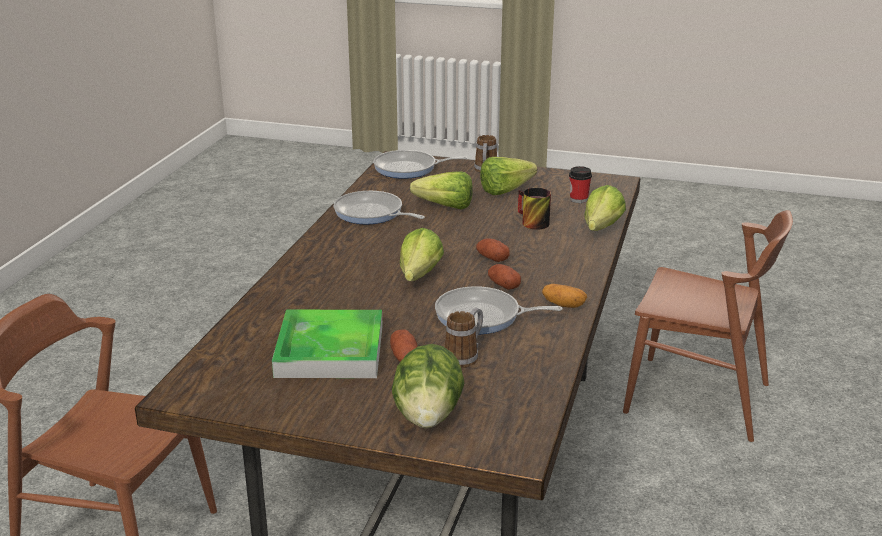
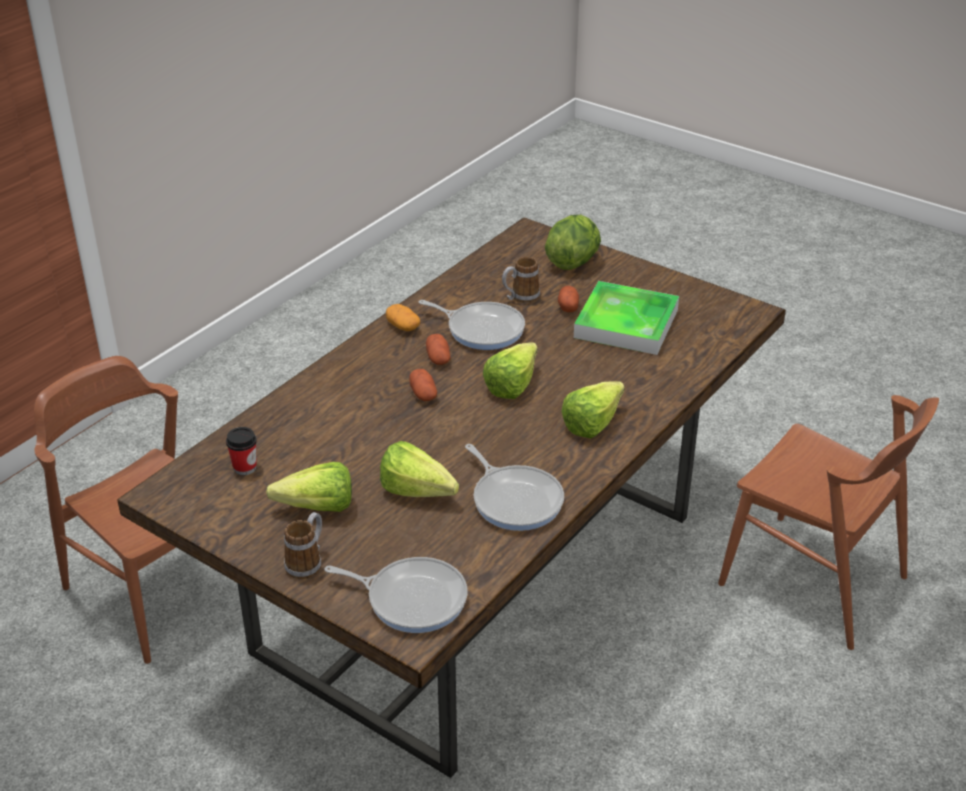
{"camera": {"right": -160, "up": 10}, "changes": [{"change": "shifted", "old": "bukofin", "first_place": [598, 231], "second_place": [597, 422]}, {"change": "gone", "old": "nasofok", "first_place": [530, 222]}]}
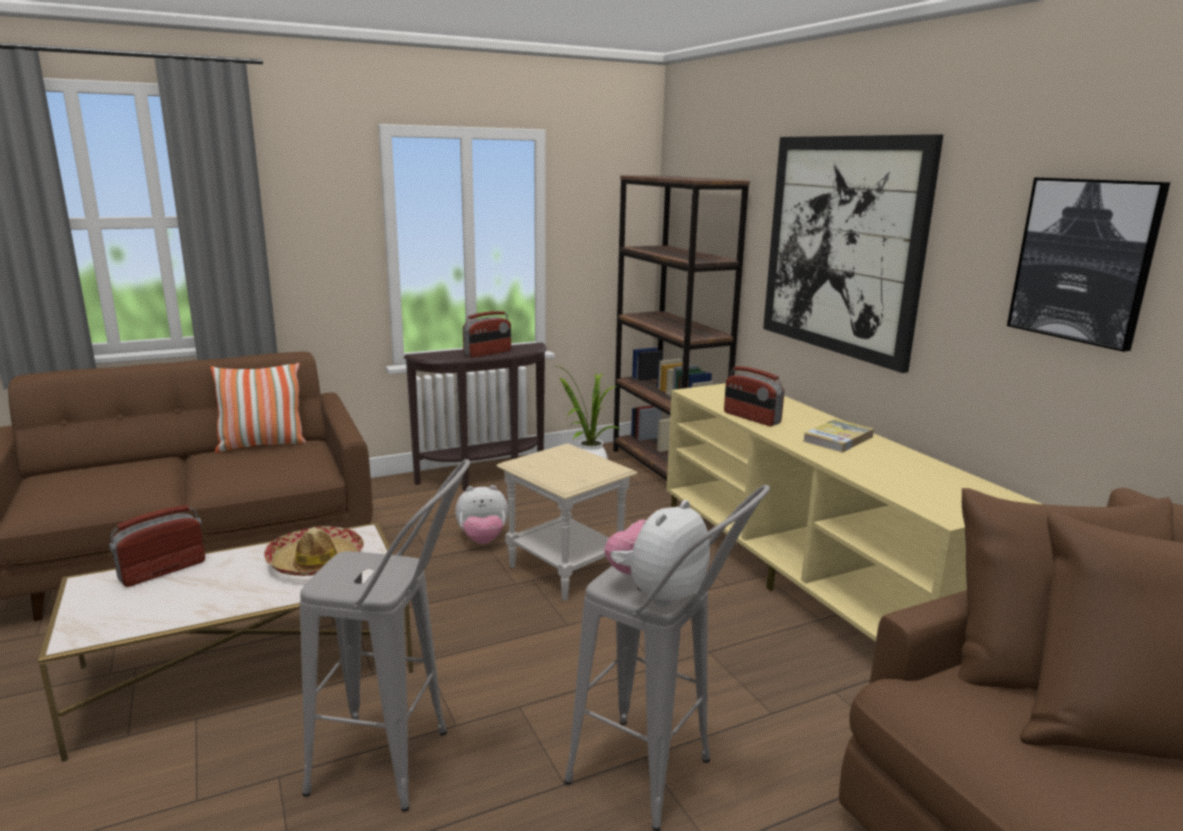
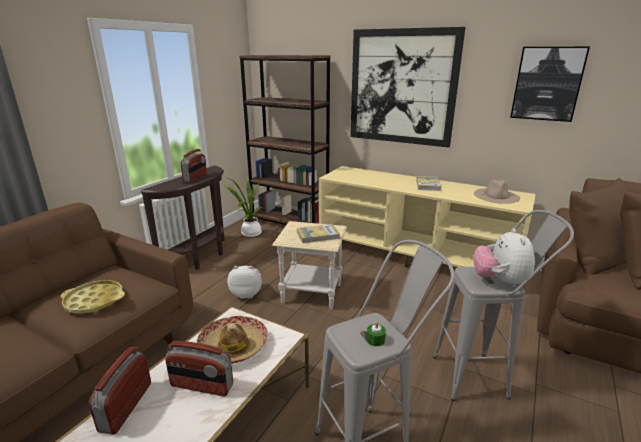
{"camera": {"right": -35, "up": 5}, "changes": [{"change": "new", "new": "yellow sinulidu", "second_place": [94, 301]}, {"change": "shifted", "old": "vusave", "first_place": [751, 418], "second_place": [201, 386]}, {"change": "rotated", "old": "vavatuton", "first_place": [482, 540], "second_place": [246, 294], "degrees": -135}, {"change": "new", "new": "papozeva", "second_place": [318, 235]}, {"change": "new", "new": "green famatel", "second_place": [375, 340]}, {"change": "new", "new": "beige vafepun", "second_place": [496, 196]}, {"change": "gone", "old": "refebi", "first_place": [262, 445]}]}
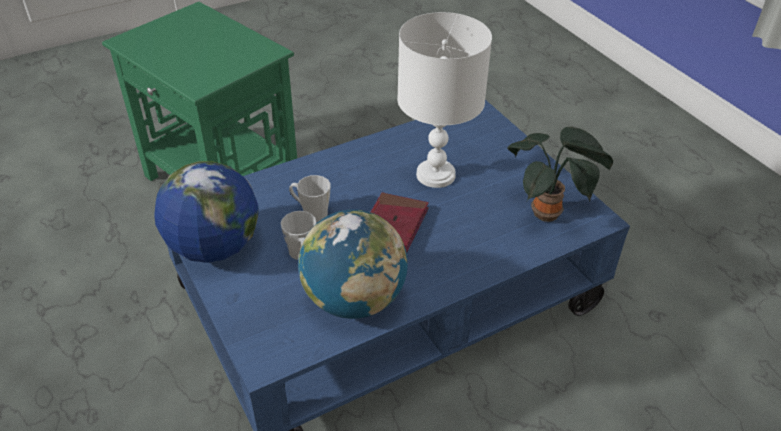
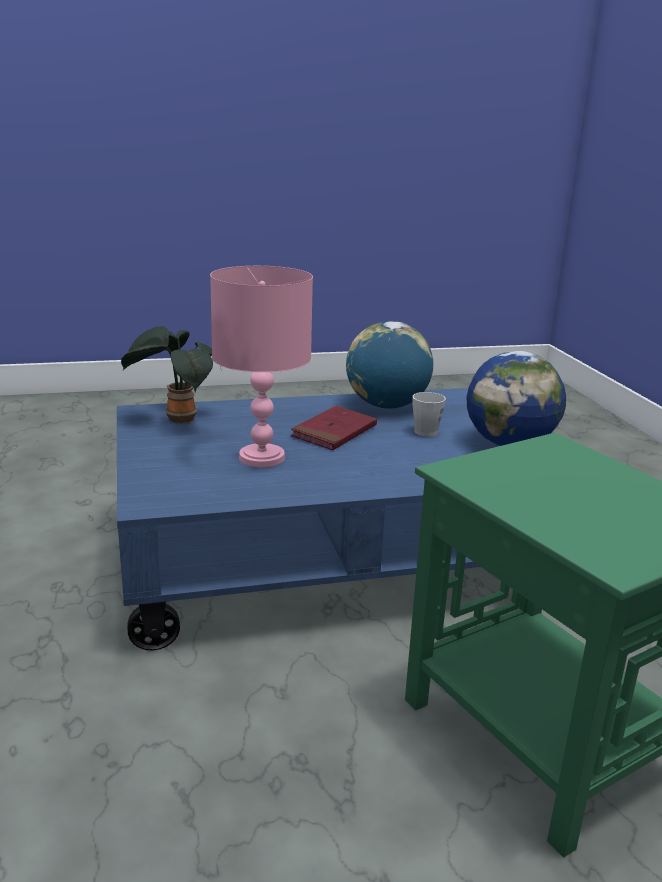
{"camera": {"right": -165, "up": -20}, "changes": [{"change": "repainted", "old": "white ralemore", "new": "pink ralemore", "first_place": [435, 174], "second_place": [261, 458]}, {"change": "gone", "old": "grey nasofok", "first_place": [311, 212]}]}
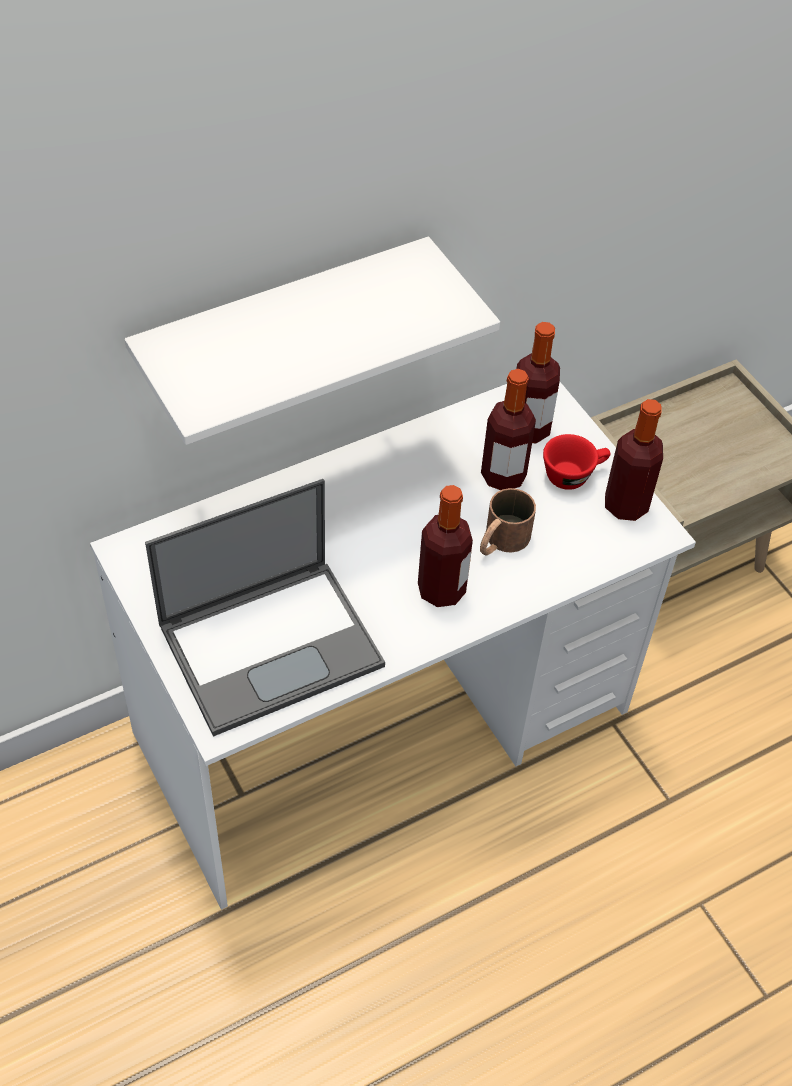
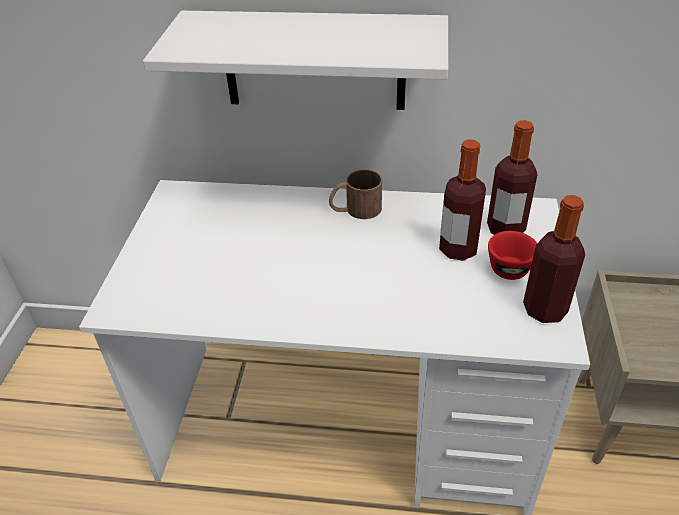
{"camera": {"right": 40, "up": -10}, "changes": [{"change": "shifted", "old": "brown nasofok", "first_place": [501, 541], "second_place": [355, 209]}, {"change": "gone", "old": "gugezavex", "first_place": [273, 643]}, {"change": "gone", "old": "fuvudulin", "first_place": [441, 590]}]}
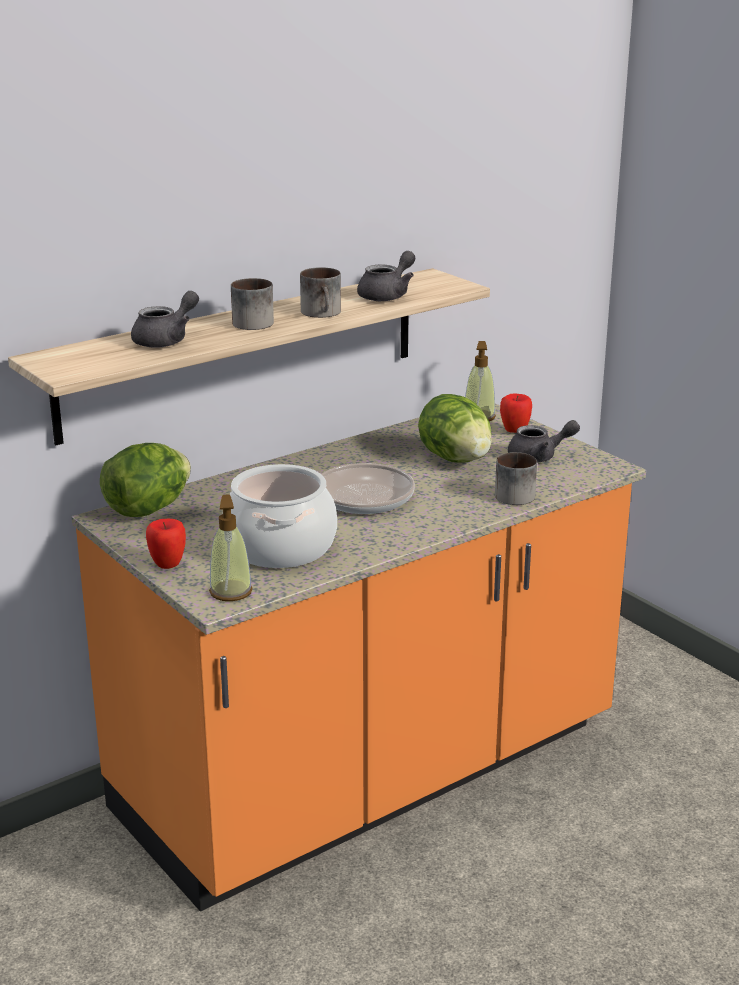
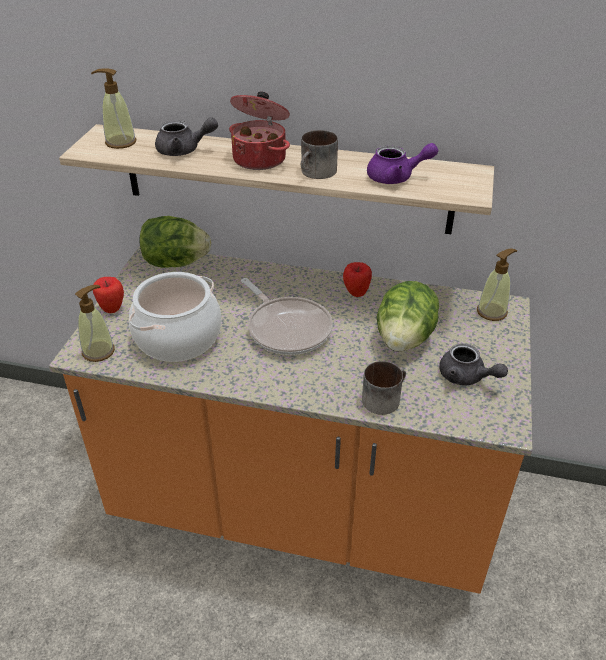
{"camera": {"right": 50, "up": 15}, "changes": [{"change": "new", "new": "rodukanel", "second_place": [120, 142]}, {"change": "swapped", "old": "nasofok", "new": "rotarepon", "first_place": [252, 321], "second_place": [260, 159]}, {"change": "shifted", "old": "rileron", "first_place": [514, 431], "second_place": [356, 293]}, {"change": "repainted", "old": "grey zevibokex", "new": "purple zevibokex", "first_place": [388, 295], "second_place": [396, 177]}]}
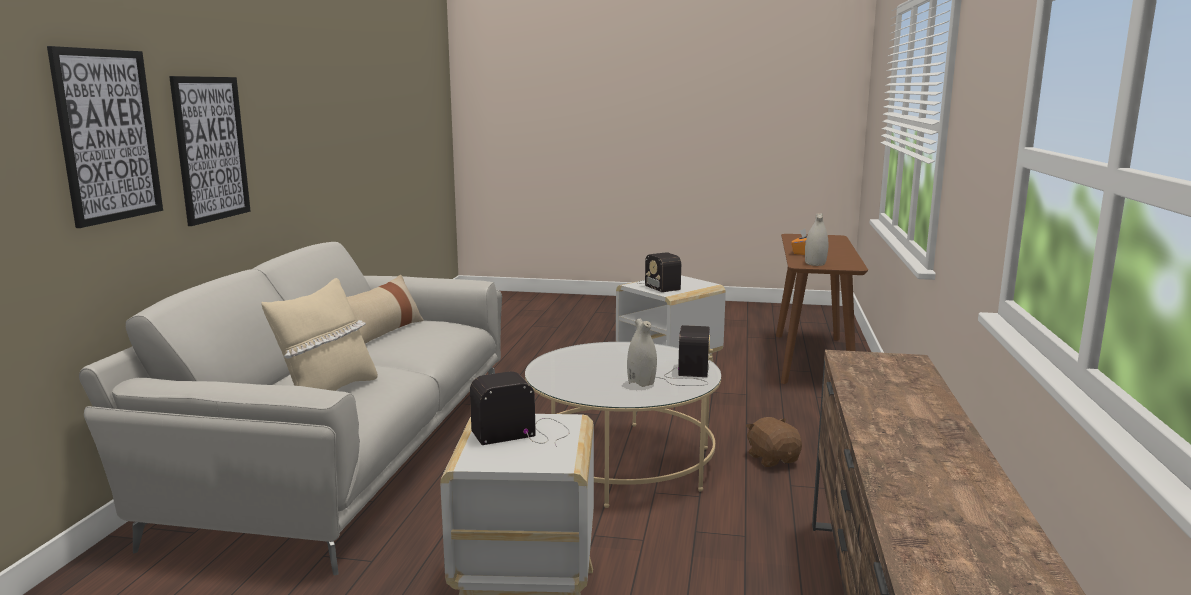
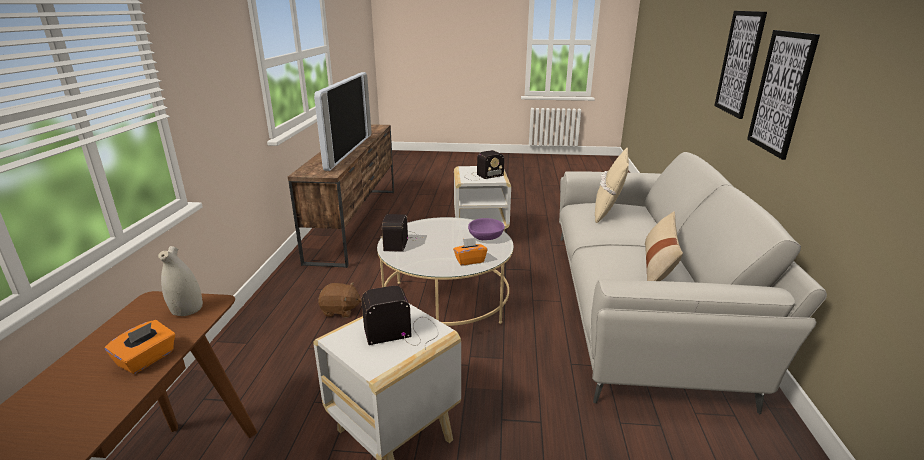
{"camera": {"right": 175, "up": 10}, "changes": [{"change": "new", "new": "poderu", "second_place": [346, 151]}, {"change": "rotated", "old": "brown vavatuton", "first_place": [773, 459], "second_place": [340, 310], "degrees": -60}, {"change": "rotated", "old": "vusave", "first_place": [658, 285], "second_place": [404, 332], "degrees": -75}, {"change": "new", "new": "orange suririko", "second_place": [470, 260]}, {"change": "new", "new": "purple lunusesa", "second_place": [485, 238]}, {"change": "gone", "old": "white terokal", "first_place": [641, 383]}]}
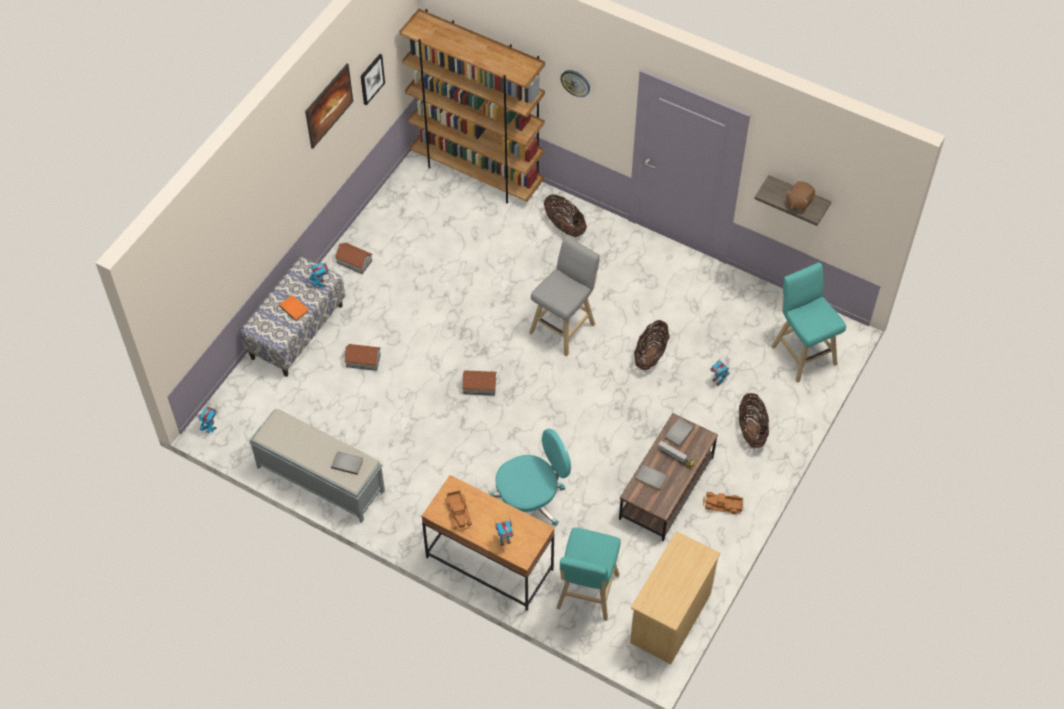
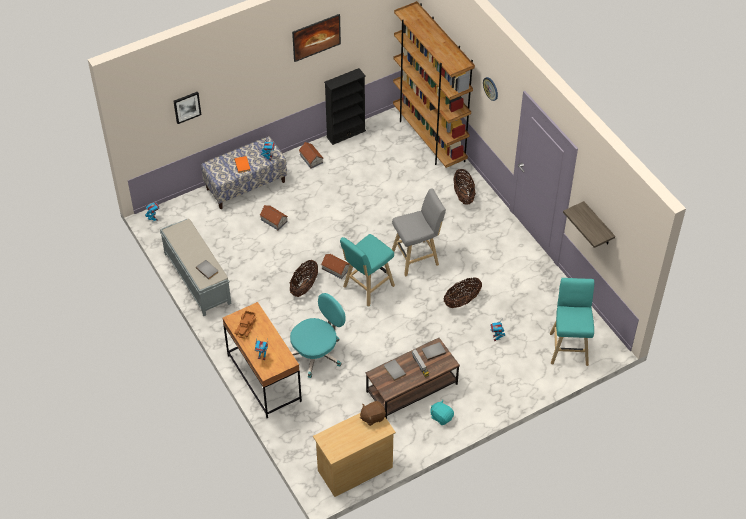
{"camera": {"right": 30, "up": -5}, "changes": [{"change": "shifted", "old": "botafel", "first_place": [371, 79], "second_place": [187, 107]}, {"change": "shifted", "old": "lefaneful", "first_place": [751, 430], "second_place": [304, 287]}, {"change": "rotated", "old": "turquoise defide", "first_place": [530, 501], "second_place": [317, 354], "degrees": -45}, {"change": "new", "new": "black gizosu", "second_place": [346, 134]}, {"change": "shifted", "old": "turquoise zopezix", "first_place": [586, 594], "second_place": [367, 287]}, {"change": "shifted", "old": "brown vavatuton", "first_place": [798, 203], "second_place": [372, 417]}, {"change": "swapped", "old": "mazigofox", "new": "turquoise vavatuton", "first_place": [722, 505], "second_place": [441, 417]}]}
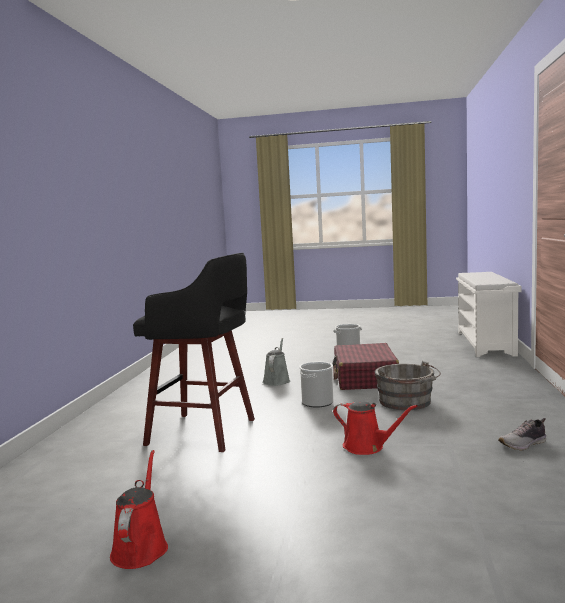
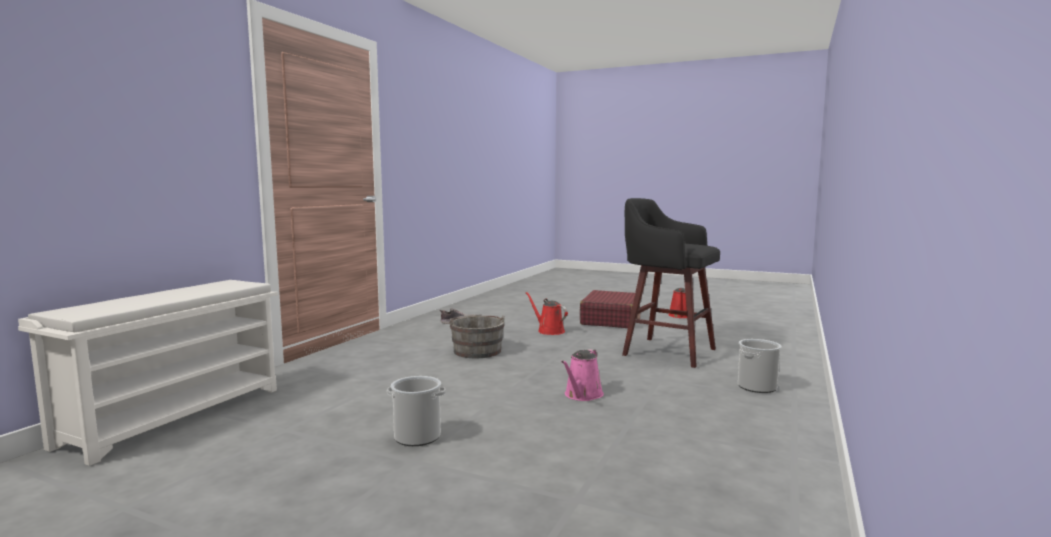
{"camera": {"right": -165, "up": 0}, "changes": [{"change": "repainted", "old": "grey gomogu", "new": "pink gomogu", "first_place": [277, 380], "second_place": [582, 395]}, {"change": "shifted", "old": "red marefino", "first_place": [365, 378], "second_place": [611, 320]}, {"change": "shifted", "old": "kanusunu", "first_place": [317, 402], "second_place": [757, 387]}]}
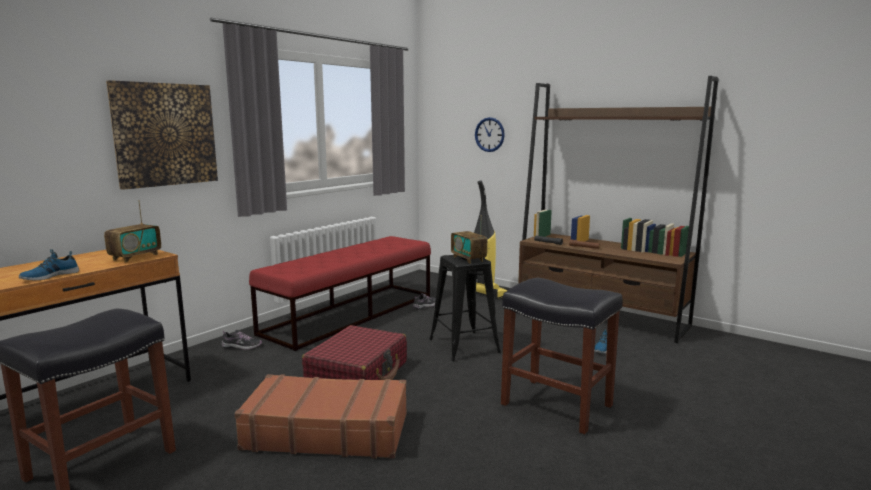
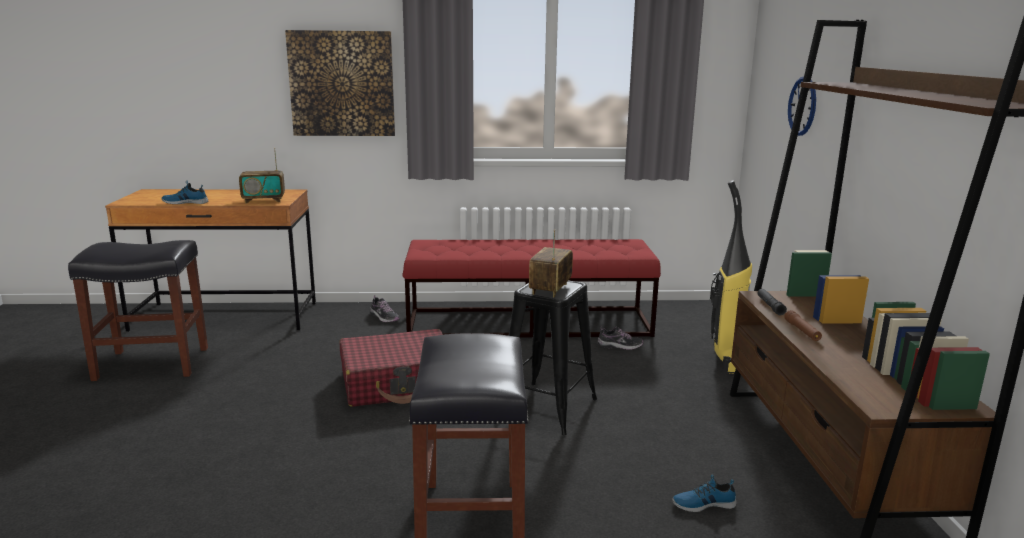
{"camera": {"right": 50, "up": 5}, "changes": [{"change": "gone", "old": "brown marefino", "first_place": [327, 431]}]}
